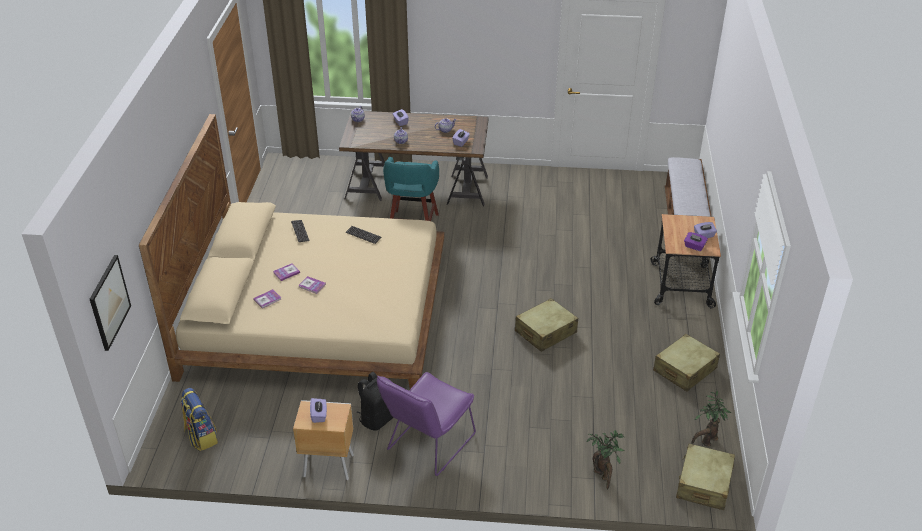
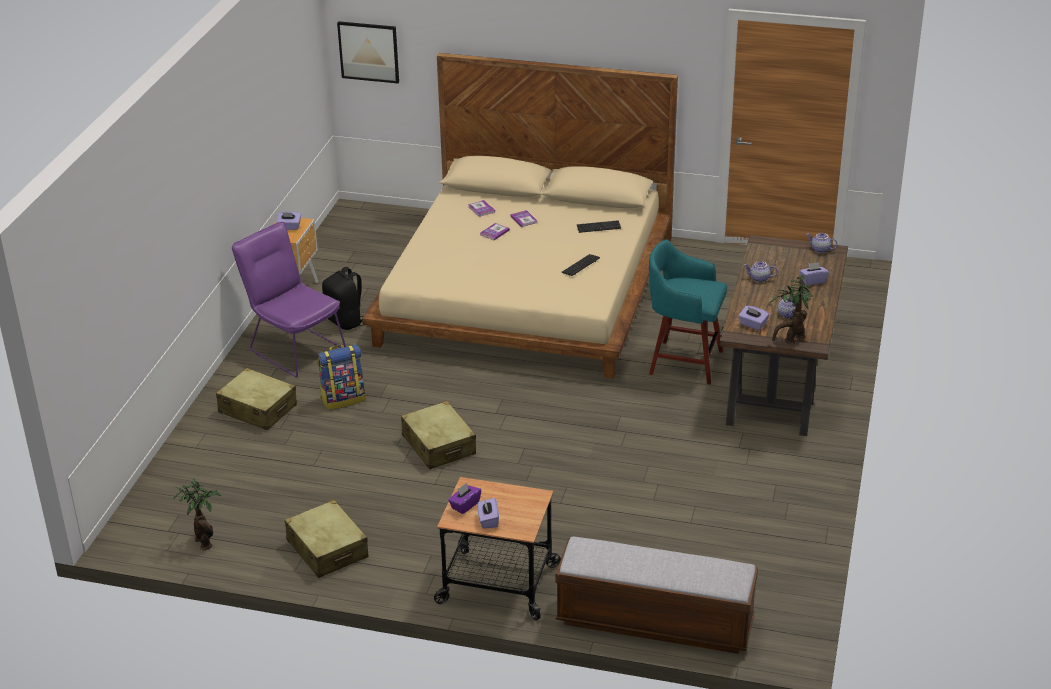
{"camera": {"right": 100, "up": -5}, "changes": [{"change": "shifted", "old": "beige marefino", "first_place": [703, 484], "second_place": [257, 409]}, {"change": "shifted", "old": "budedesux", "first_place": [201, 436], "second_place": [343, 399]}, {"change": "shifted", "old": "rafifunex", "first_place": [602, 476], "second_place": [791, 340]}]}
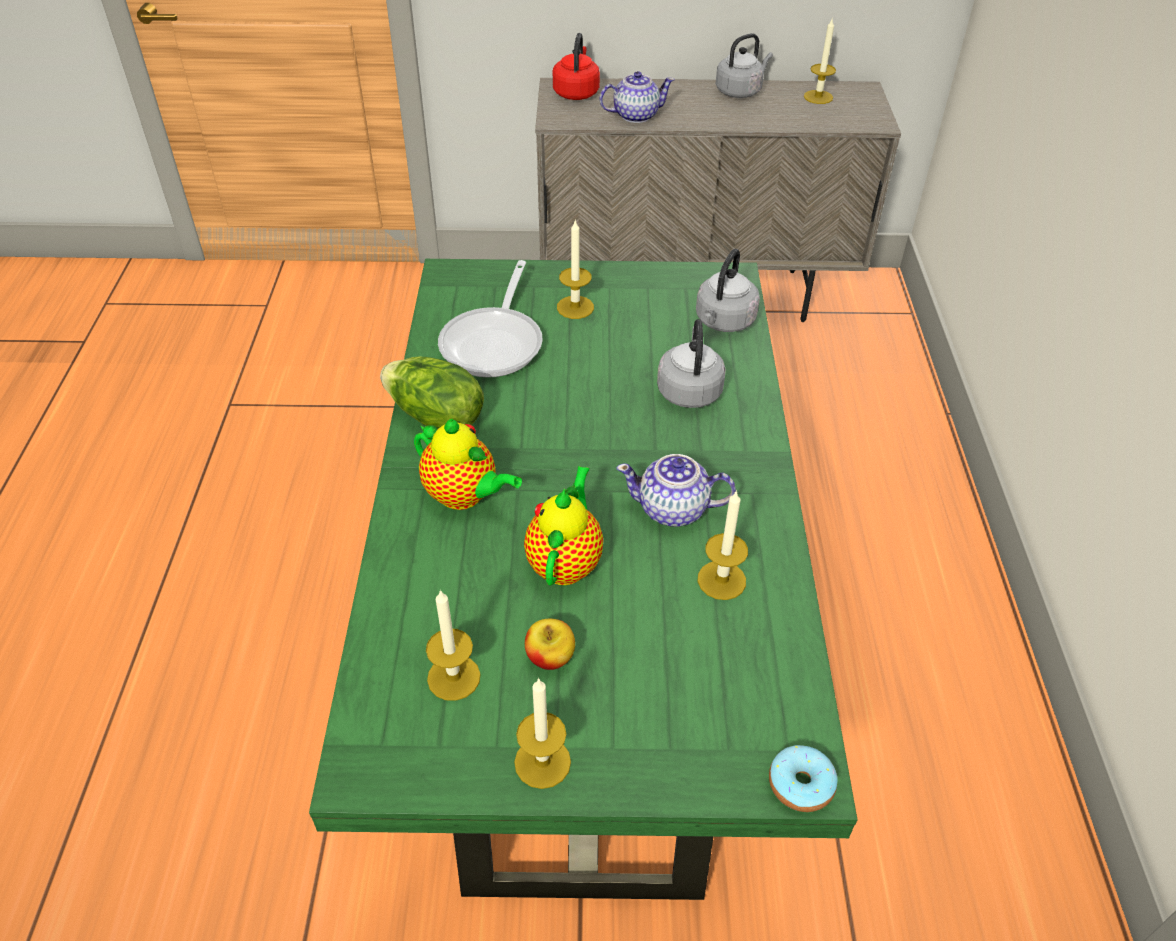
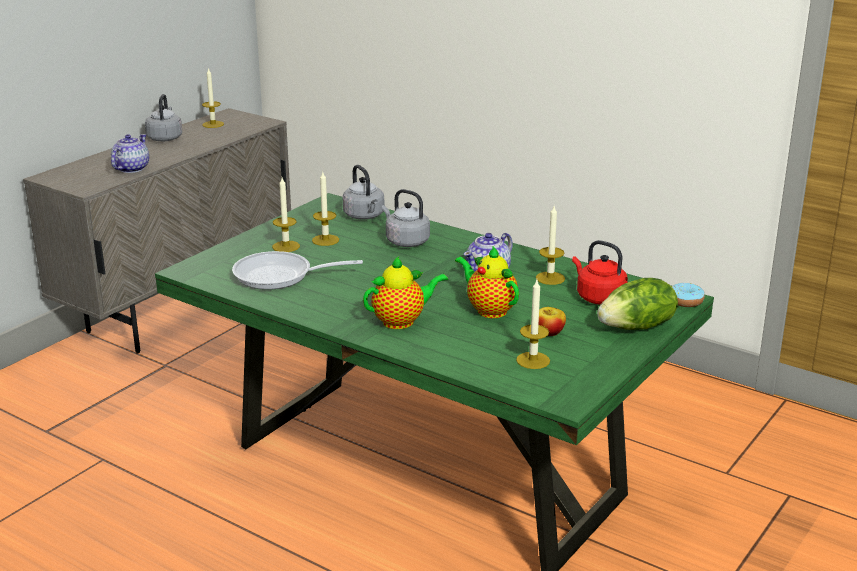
{"camera": {"right": -55, "up": -20}, "changes": [{"change": "rotated", "old": "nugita", "first_place": [495, 342], "second_place": [280, 276], "degrees": 135}, {"change": "shifted", "old": "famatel", "first_place": [542, 762], "second_place": [325, 240]}, {"change": "shifted", "old": "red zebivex", "first_place": [576, 92], "second_place": [598, 297]}, {"change": "shifted", "old": "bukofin", "first_place": [435, 417], "second_place": [637, 327]}]}
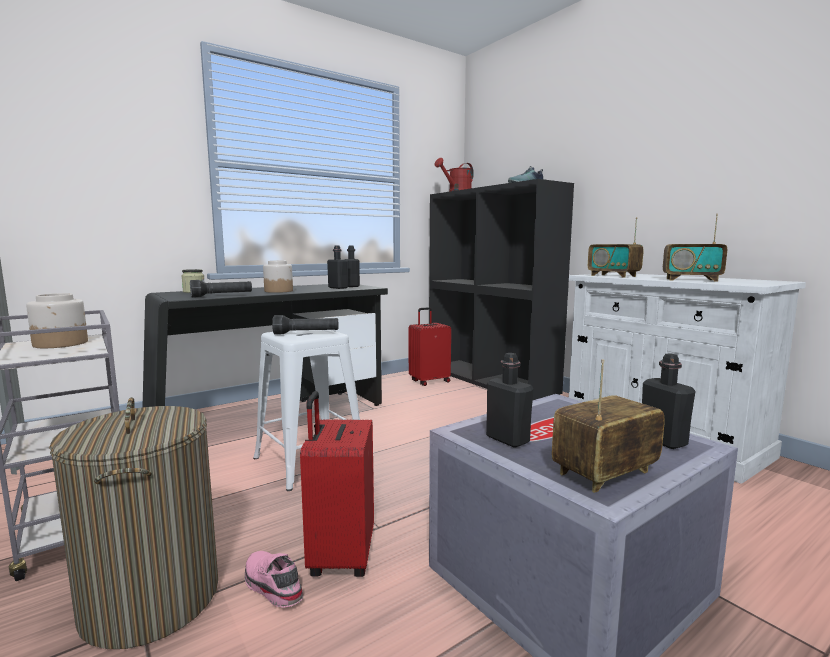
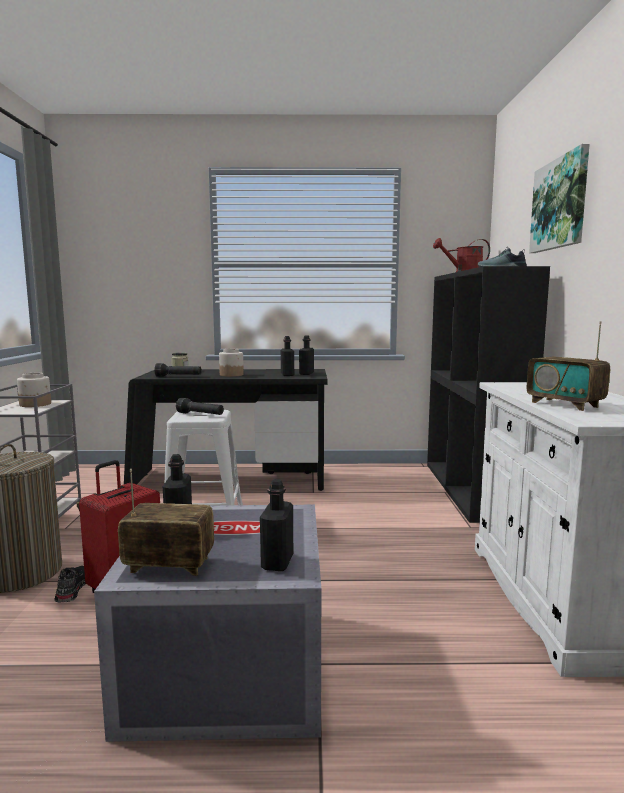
{"camera": {"right": 35, "up": 0}, "changes": [{"change": "repainted", "old": "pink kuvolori", "new": "black kuvolori", "first_place": [271, 586], "second_place": [71, 589]}, {"change": "new", "new": "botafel", "second_place": [560, 204]}, {"change": "gone", "old": "red marefino", "first_place": [429, 381]}, {"change": "gone", "old": "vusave", "first_place": [613, 276]}]}
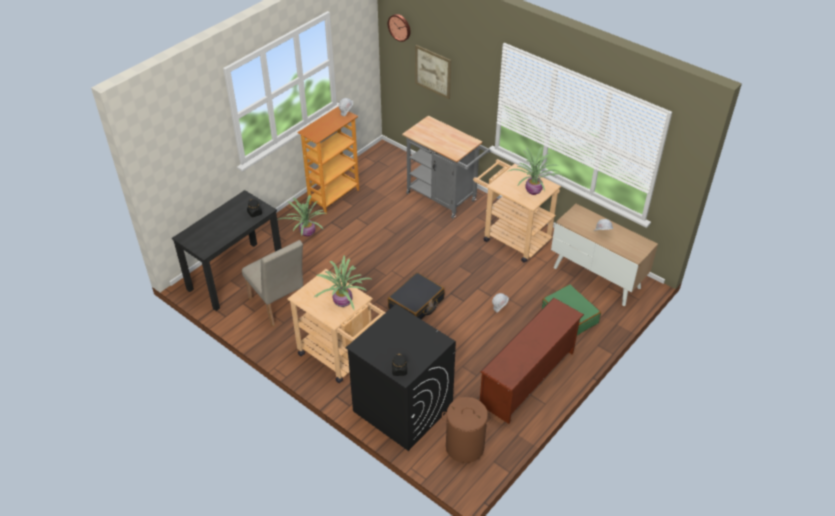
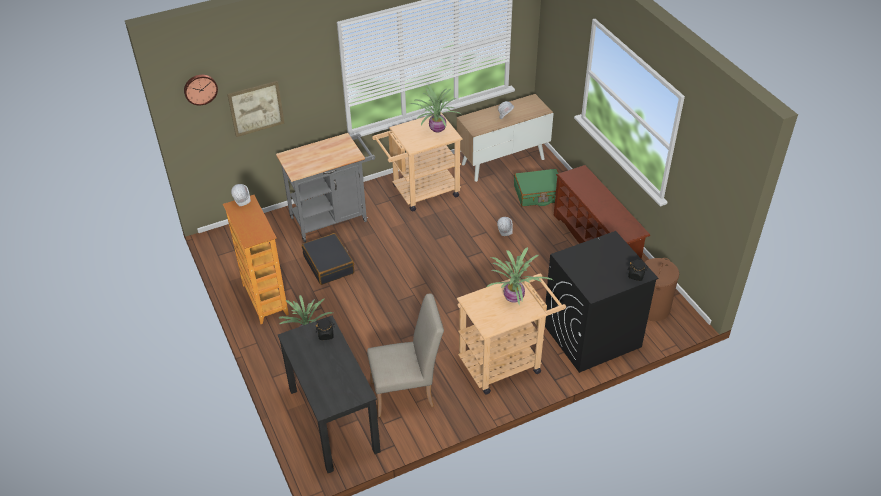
{"camera": {"right": -65, "up": 0}, "changes": [{"change": "shifted", "old": "black marefino", "first_place": [416, 304], "second_place": [329, 264]}]}
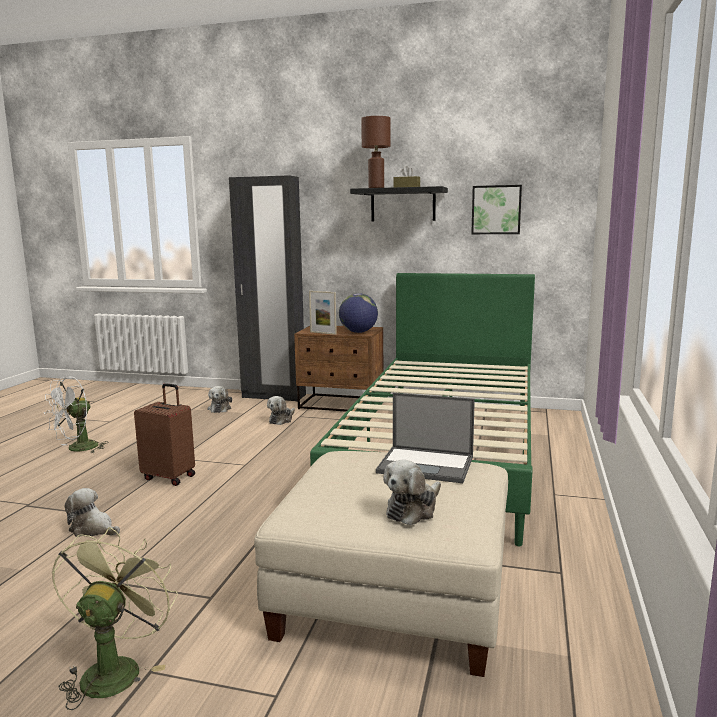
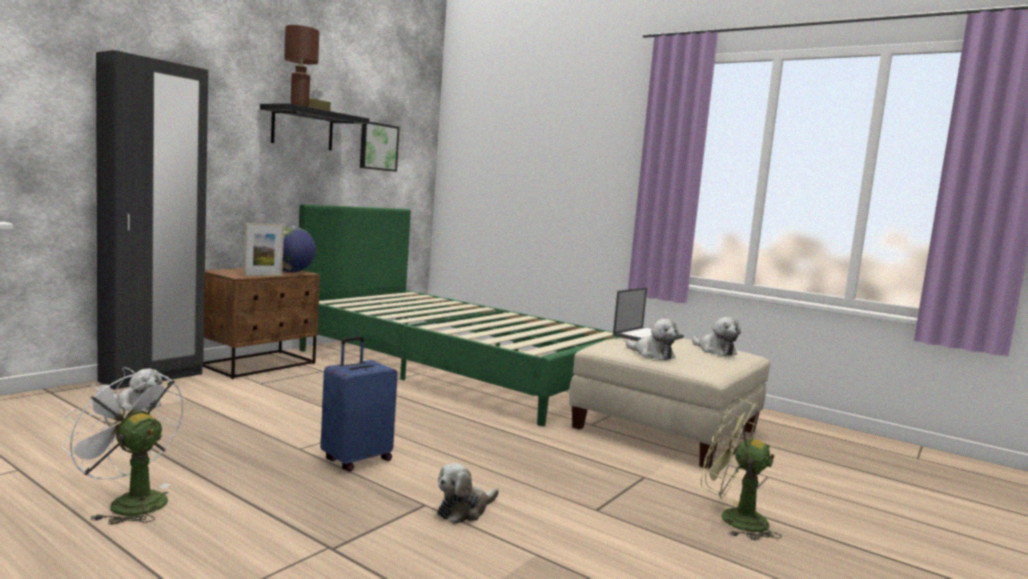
{"camera": {"right": -70, "up": -5}, "changes": [{"change": "rotated", "old": "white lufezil", "first_place": [77, 449], "second_place": [129, 502], "degrees": 150}, {"change": "repainted", "old": "brown marefino", "new": "blue marefino", "first_place": [170, 477], "second_place": [356, 460]}, {"change": "shifted", "old": "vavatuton", "first_place": [281, 420], "second_place": [652, 354]}]}
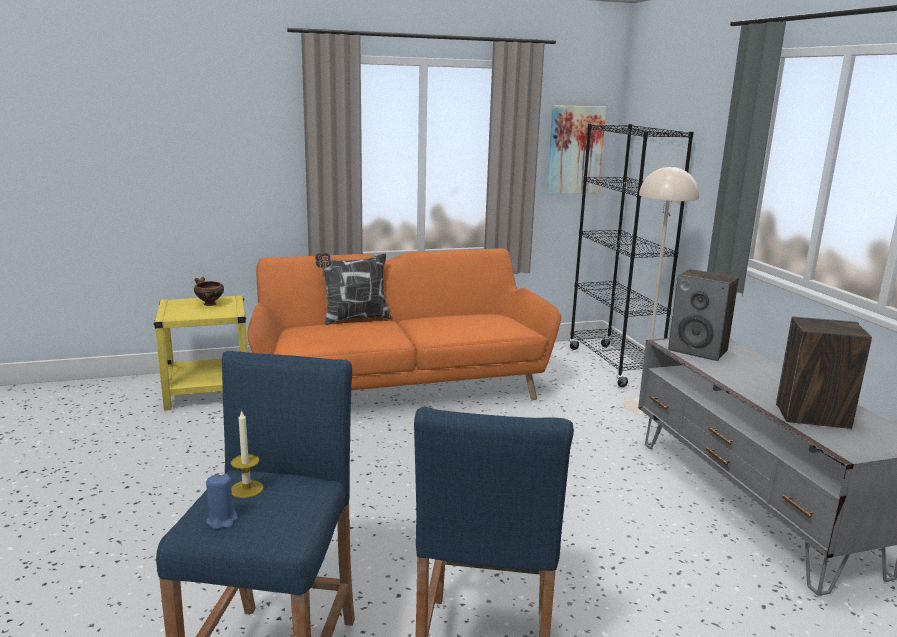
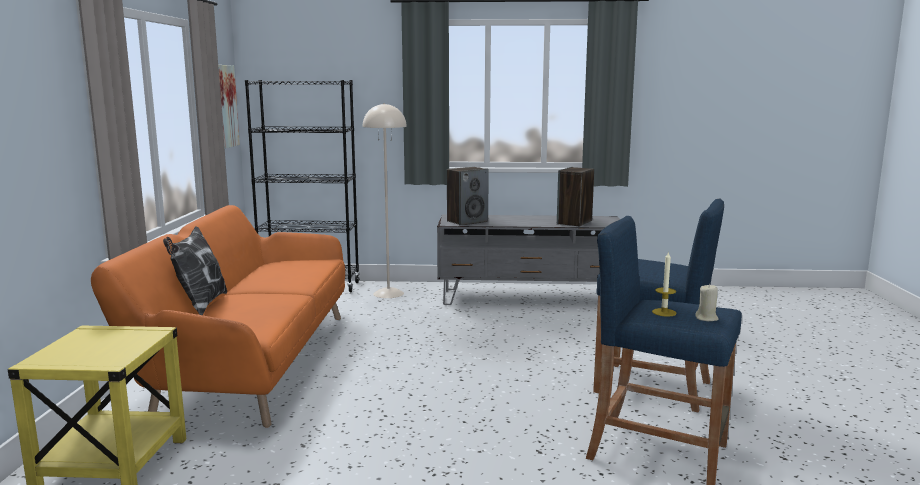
{"camera": {"right": -70, "up": -5}, "changes": [{"change": "repainted", "old": "blue famatel", "new": "beige famatel", "first_place": [222, 520], "second_place": [706, 318]}, {"change": "gone", "old": "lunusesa", "first_place": [209, 304]}]}
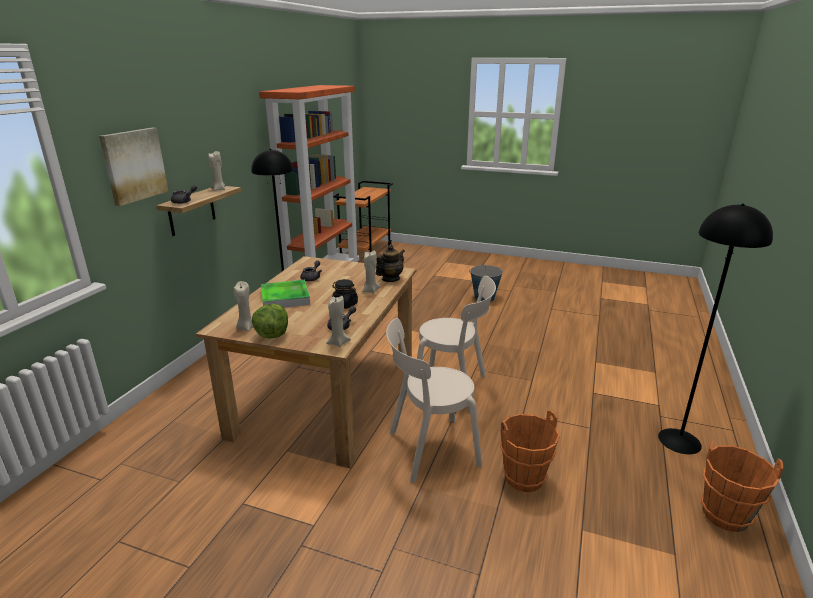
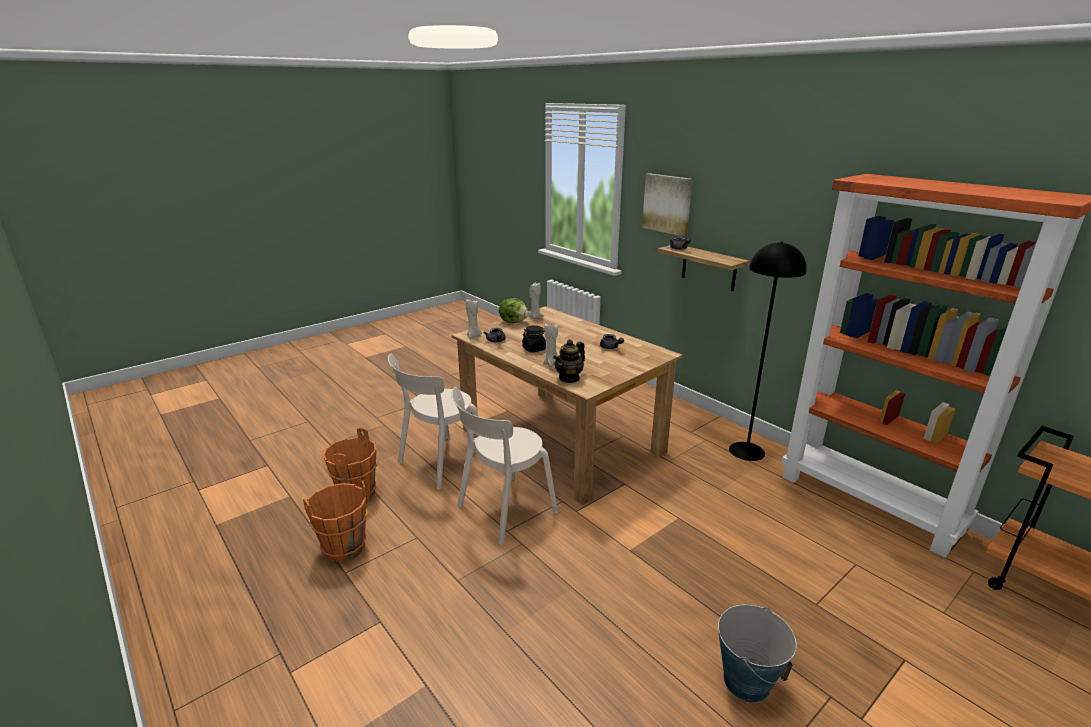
{"camera": {"right": 120, "up": 0}, "changes": [{"change": "shifted", "old": "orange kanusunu", "first_place": [725, 516], "second_place": [344, 548]}, {"change": "rotated", "old": "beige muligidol", "first_place": [429, 450], "second_place": [439, 464], "degrees": -150}, {"change": "rotated", "old": "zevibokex", "first_place": [390, 279], "second_place": [569, 378], "degrees": 60}, {"change": "gone", "old": "beige famatel", "first_place": [218, 189]}, {"change": "gone", "old": "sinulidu", "first_place": [285, 298]}, {"change": "gone", "old": "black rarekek", "first_place": [680, 441]}]}
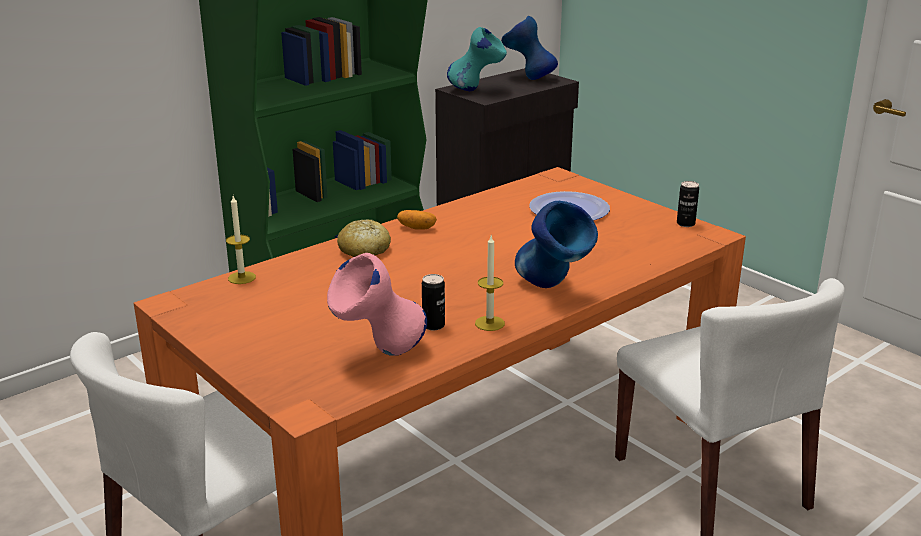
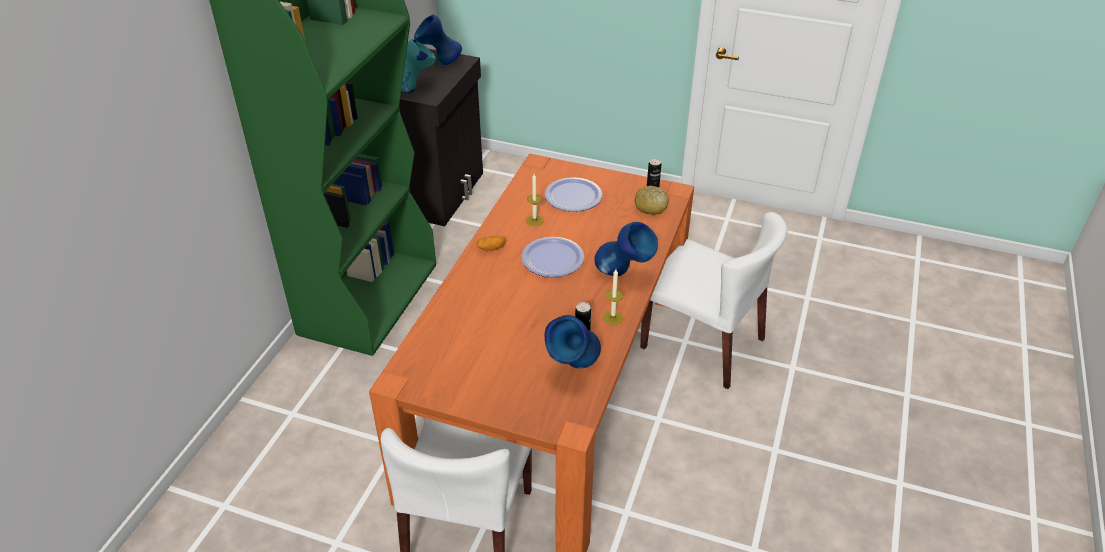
{"camera": {"right": -30, "up": 15}, "changes": [{"change": "new", "new": "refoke", "second_place": [553, 258]}, {"change": "shifted", "old": "famatel", "first_place": [242, 278], "second_place": [534, 221]}, {"change": "repainted", "old": "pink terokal", "new": "blue terokal", "first_place": [379, 354], "second_place": [573, 369]}, {"change": "shifted", "old": "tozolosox", "first_place": [364, 250], "second_place": [650, 206]}]}
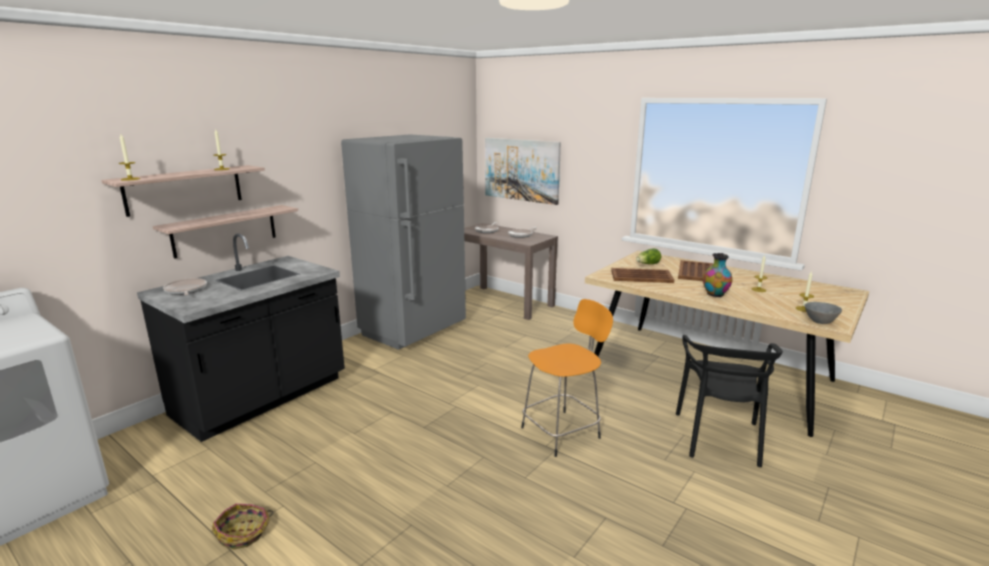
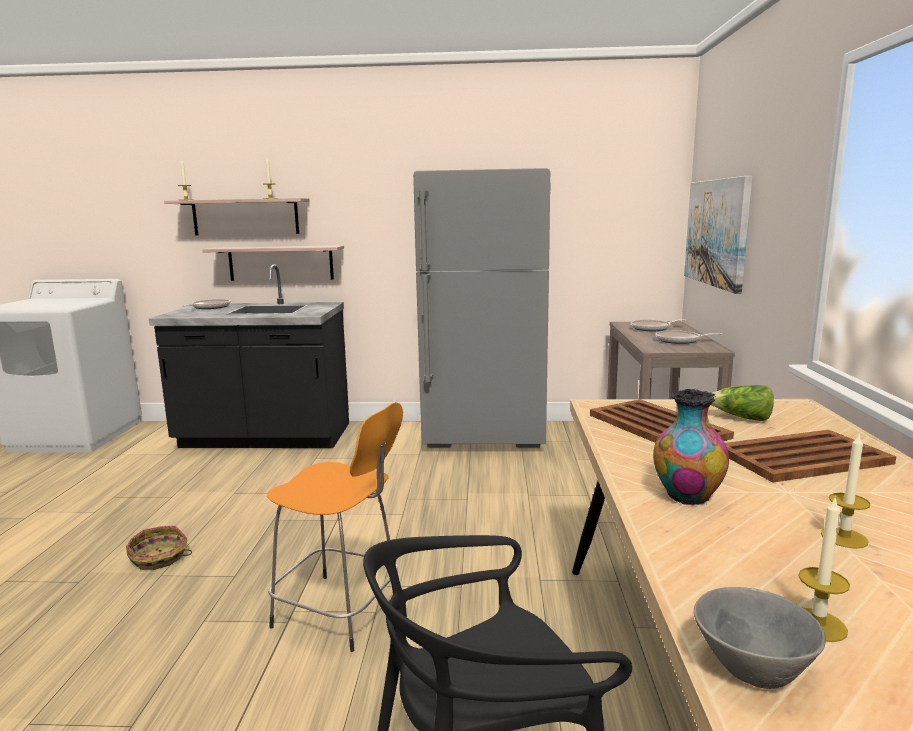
{"camera": {"right": 55, "up": -5}, "changes": [{"change": "shifted", "old": "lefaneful", "first_place": [244, 533], "second_place": [159, 558]}]}
